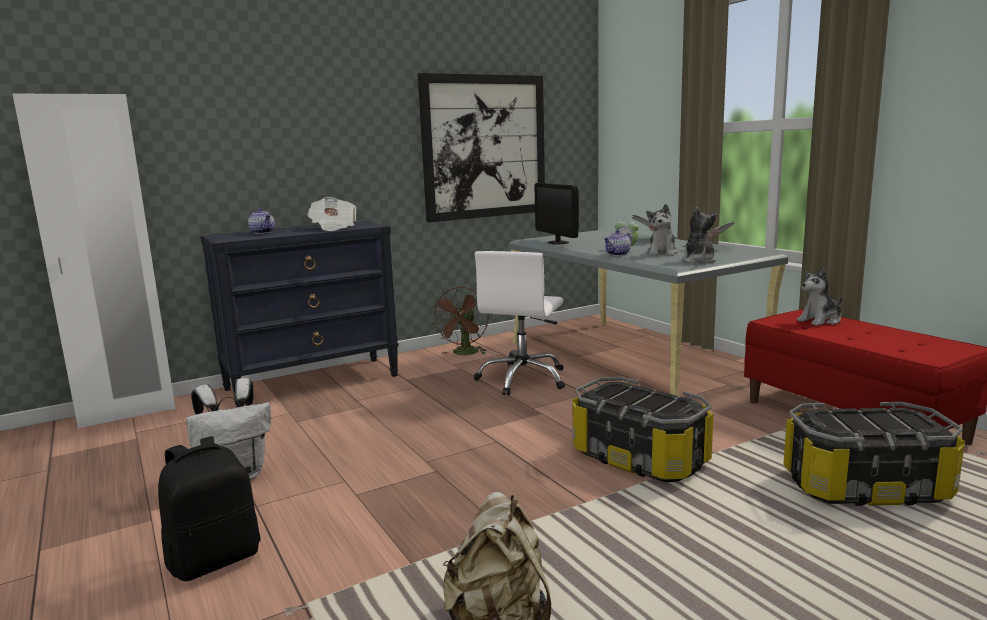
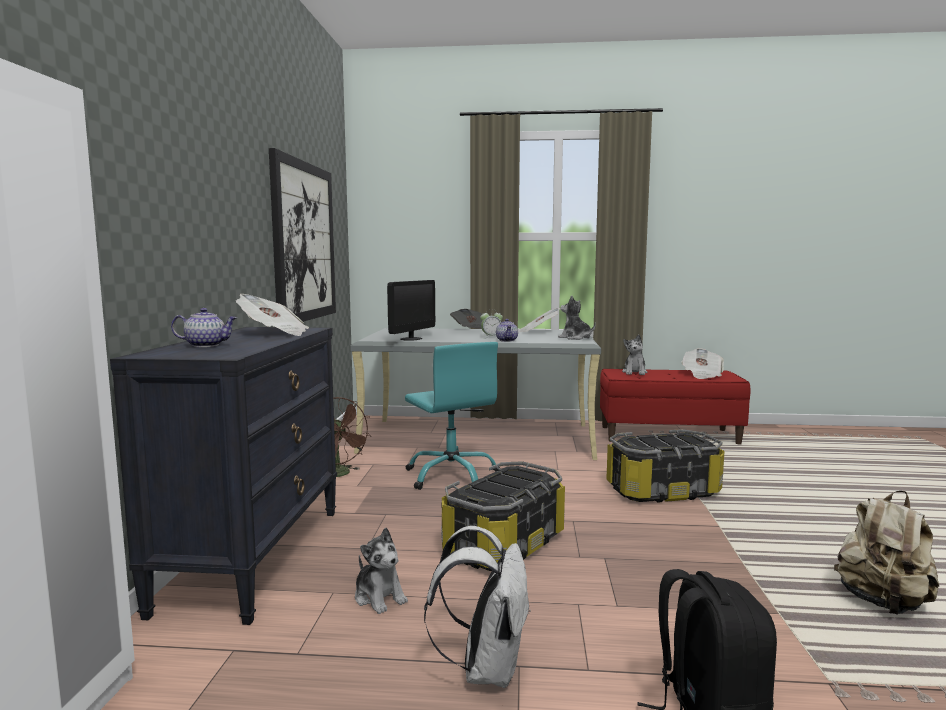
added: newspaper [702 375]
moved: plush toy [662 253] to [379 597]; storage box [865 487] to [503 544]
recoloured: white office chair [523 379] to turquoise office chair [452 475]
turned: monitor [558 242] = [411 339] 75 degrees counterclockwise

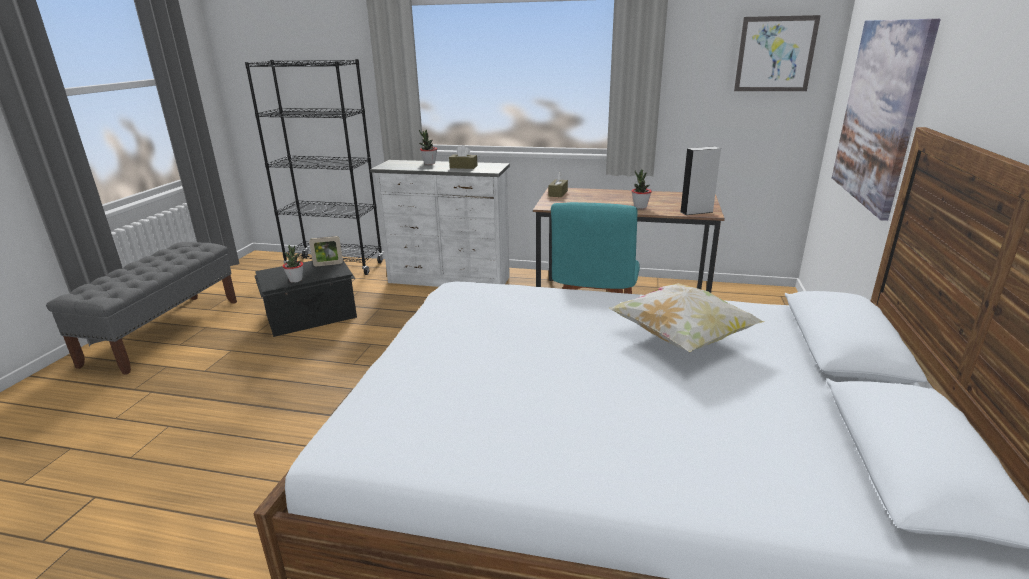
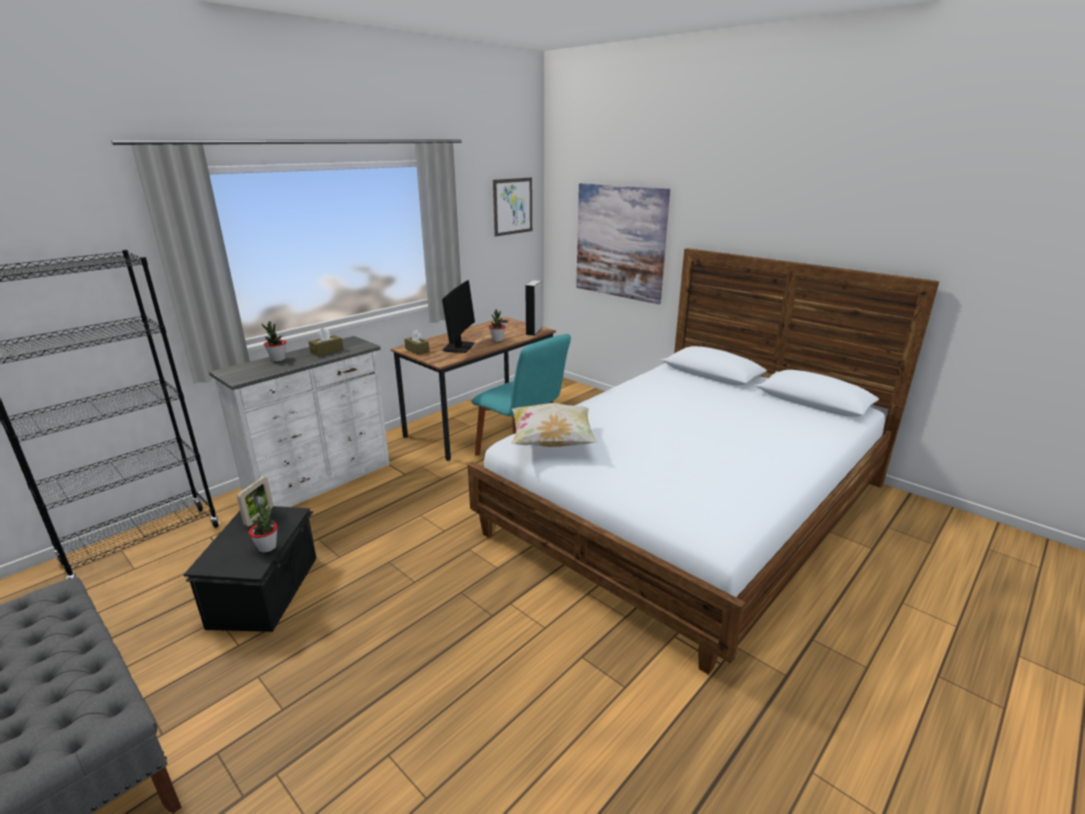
added: monitor [459 347]
moved: pillow [681 338] to [552 443]

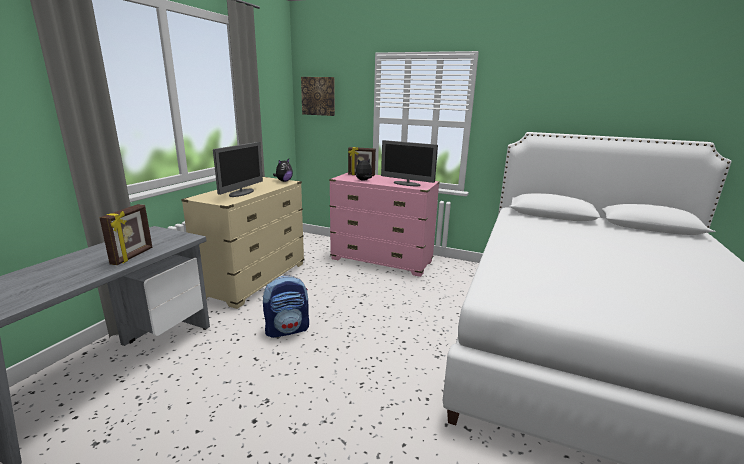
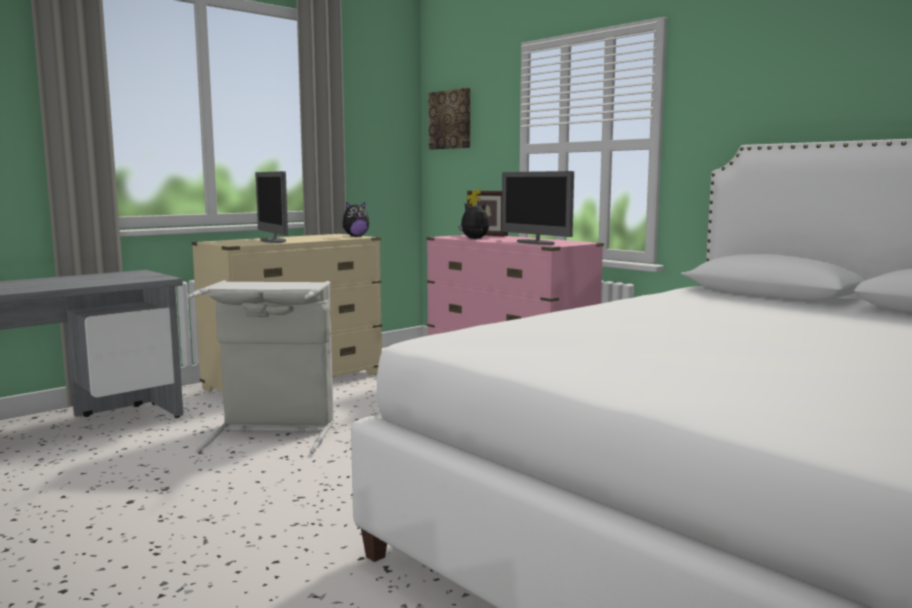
removed: picture frame [133 256]
replaced: backpack [287 329] to grey laundry basket [273 433]
turned: monitor [242 193] = [273 241] 105 degrees clockwise

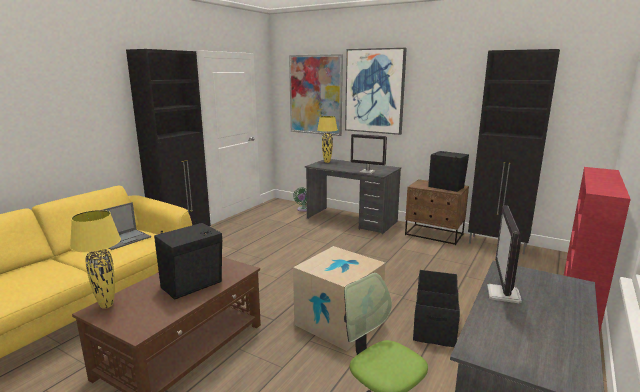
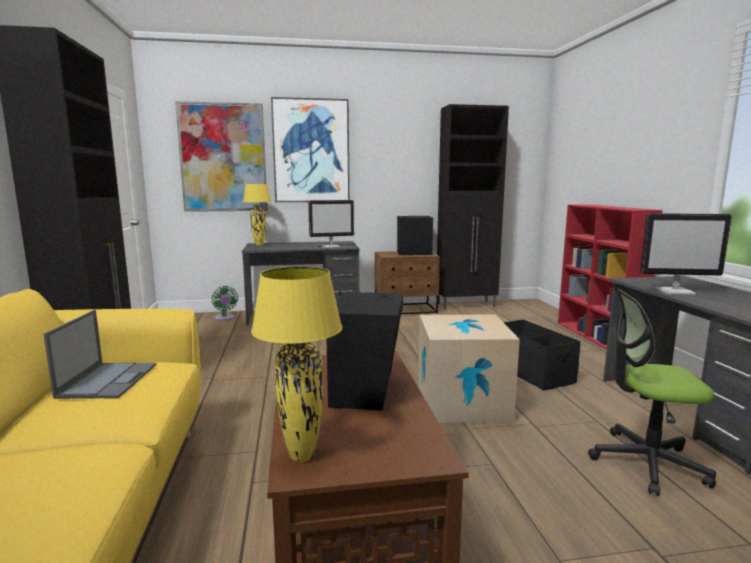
turned: monitor [503 294] = [676 292] 60 degrees counterclockwise

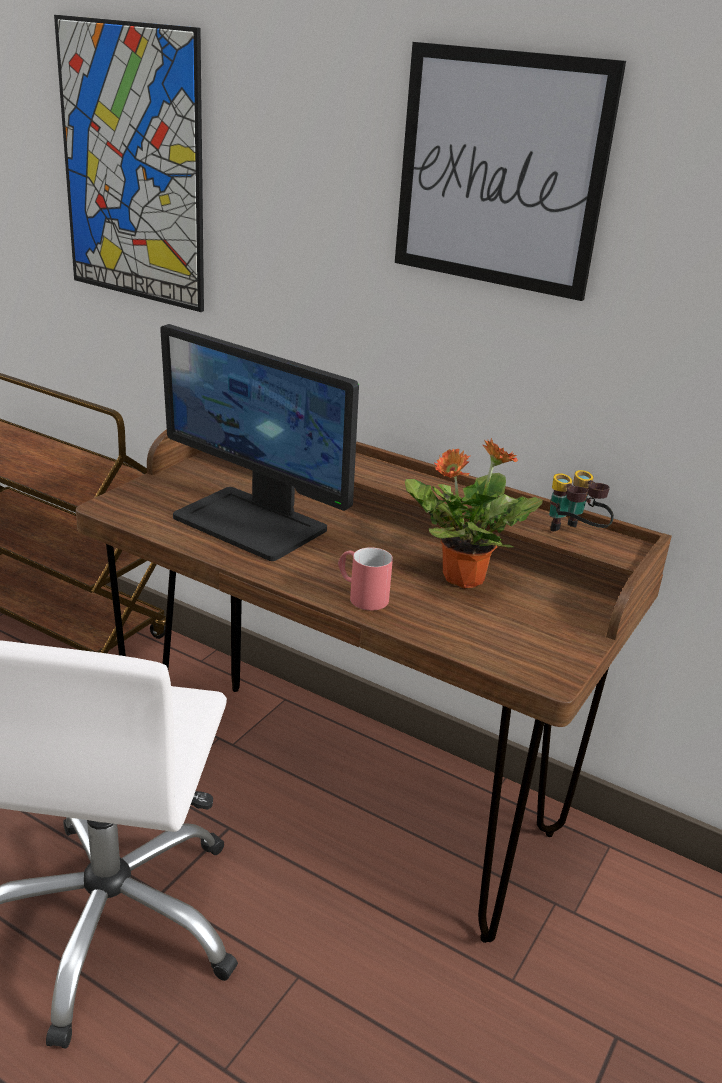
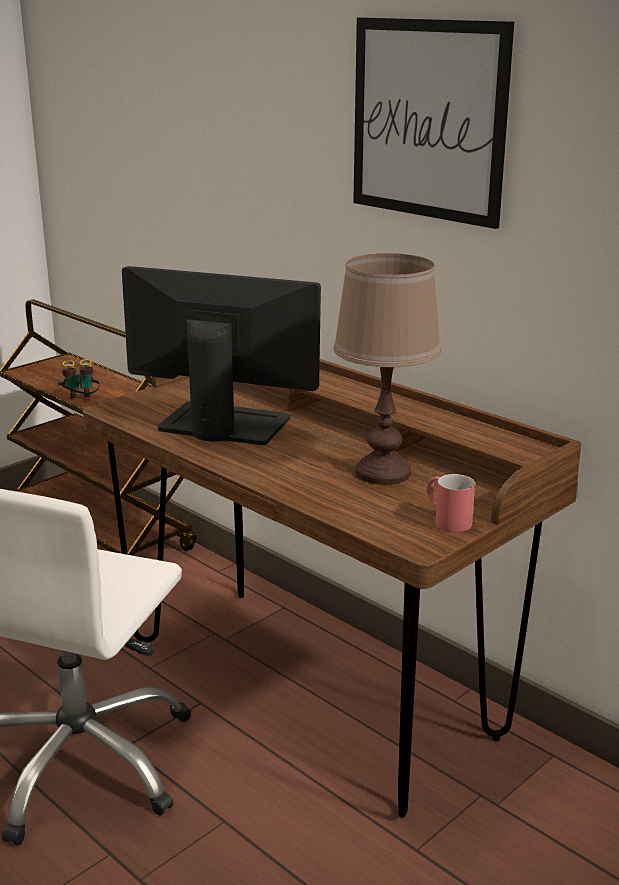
removed: picture [132 166]
moved: red mug [361 596] to [446 520]; binoculars [573 536] to [80 402]
replaced: potted plant [461 577] to brown table lamp [383 472]
turned: monitor [253 523] = [222 425] 150 degrees clockwise

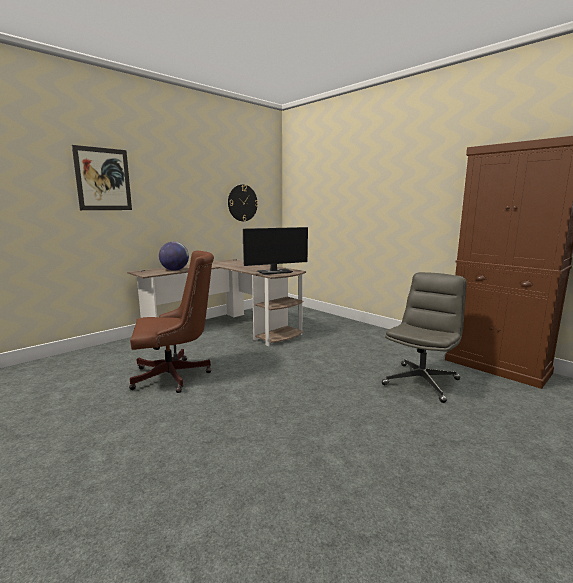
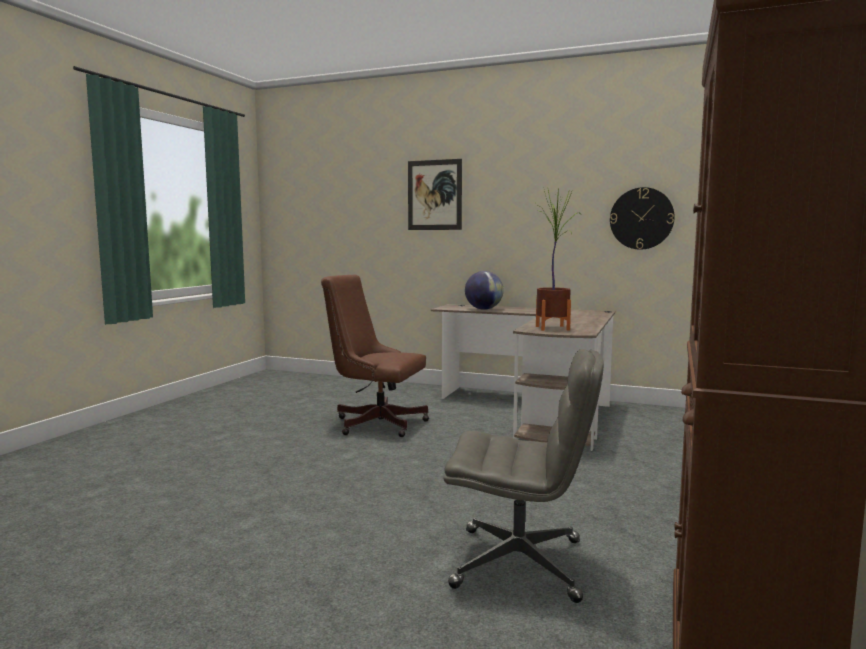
replaced: monitor [275 272] to potted plant [552 328]
turned: brown office chair [176 376] = [374 423] 150 degrees clockwise

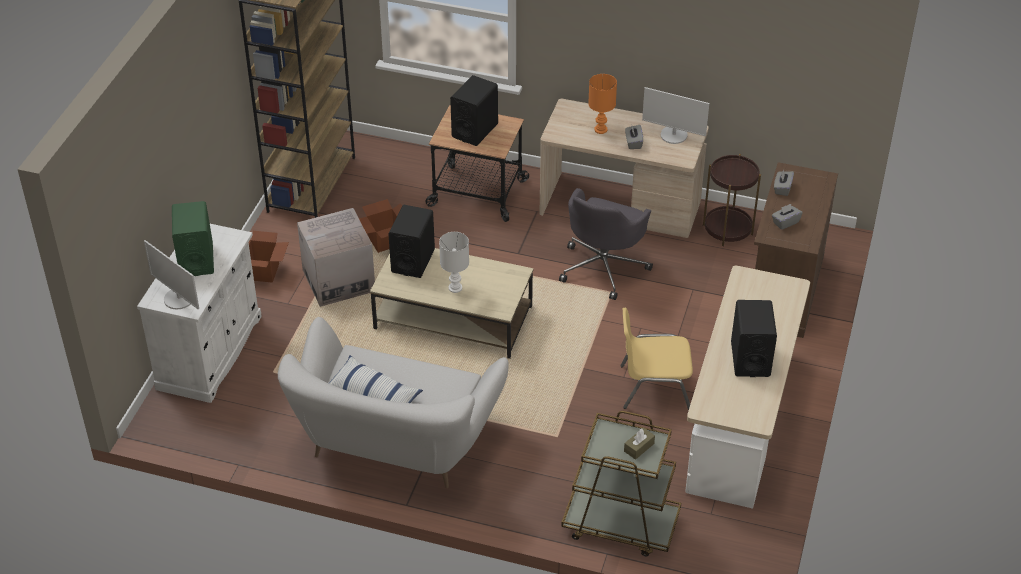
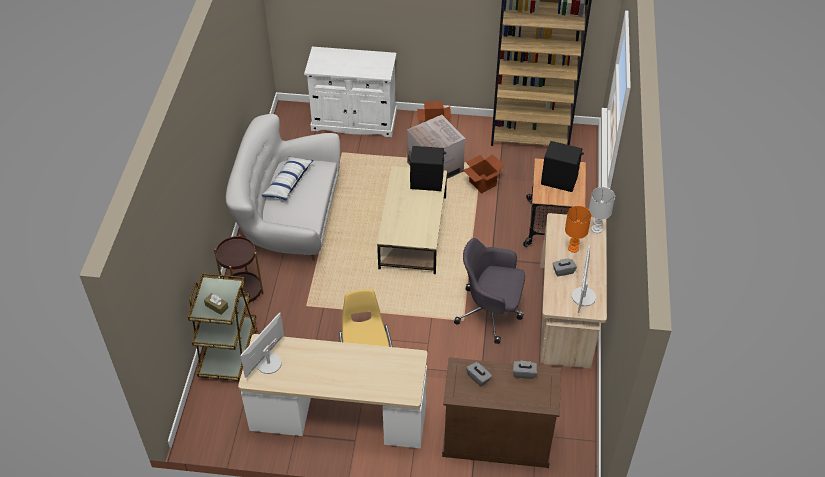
removed: green speaker [196 260]; black speaker [750 359]
moved: monitor [179 299] to [268 363]; white table lamp [455 287] to [596 229]; brown side table [727 229] to [243 291]

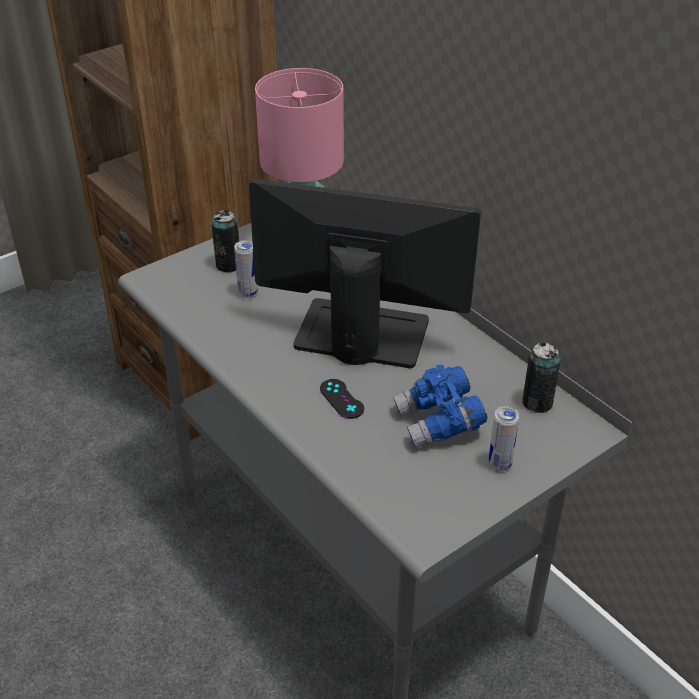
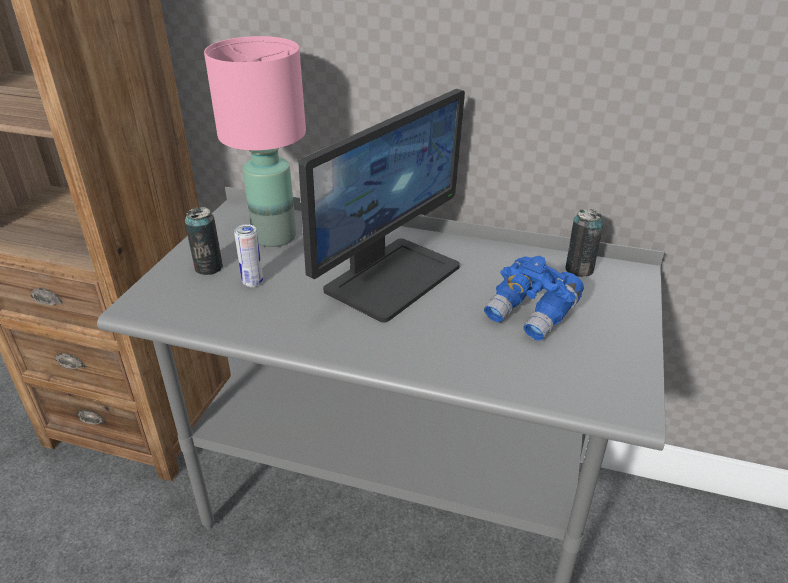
removed: black game controller [341 399]; can [500 464]
turned: monitor [360 335] = [391 277] 150 degrees clockwise

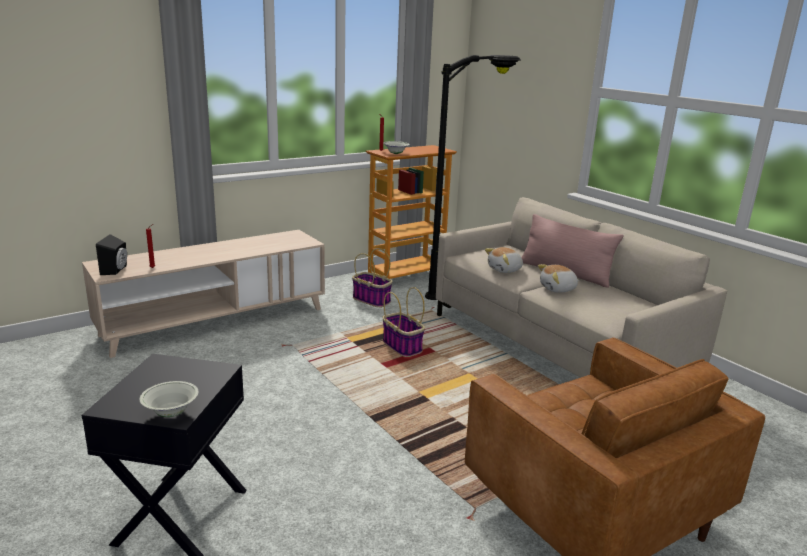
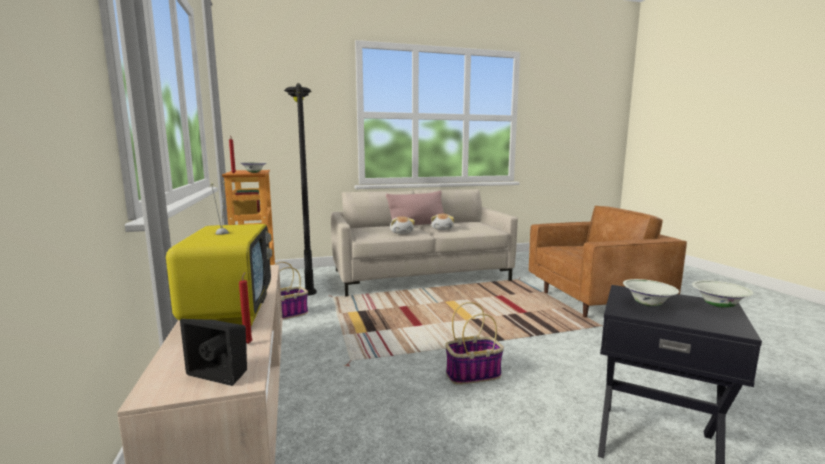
added: television [230 313]; white bowl [647 304]
moved: basket [402 347] to [473 374]

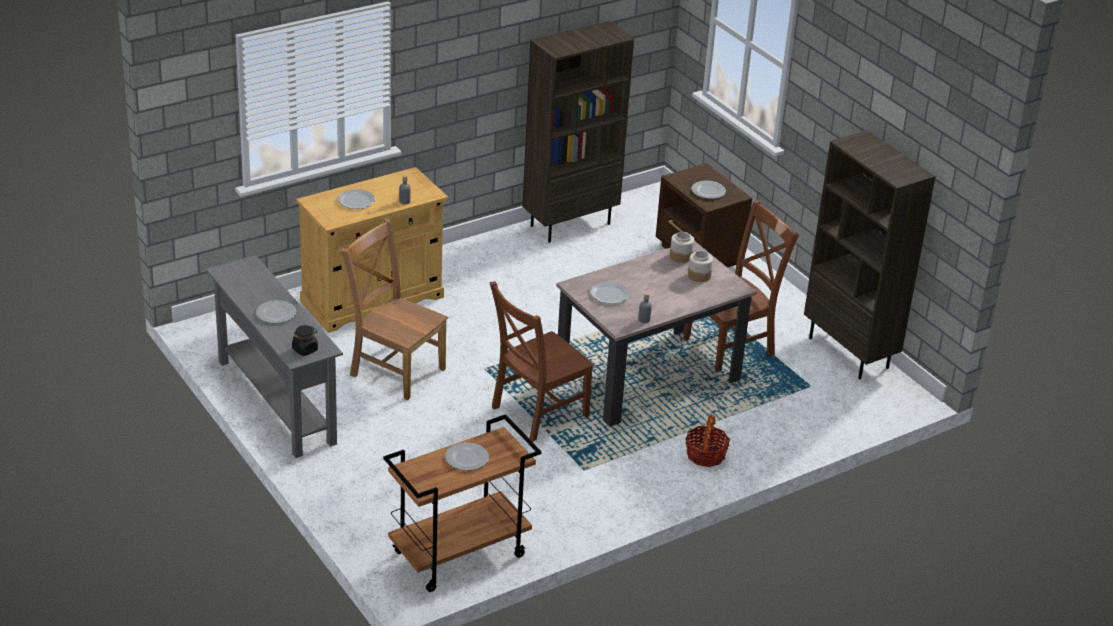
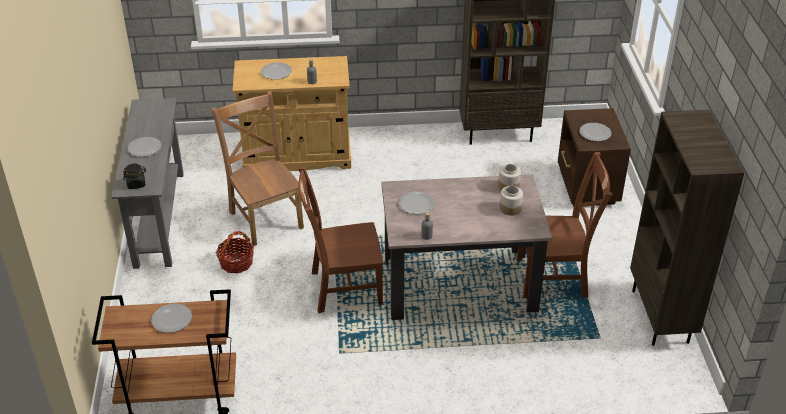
moved: basket [705 455] to [236 263]

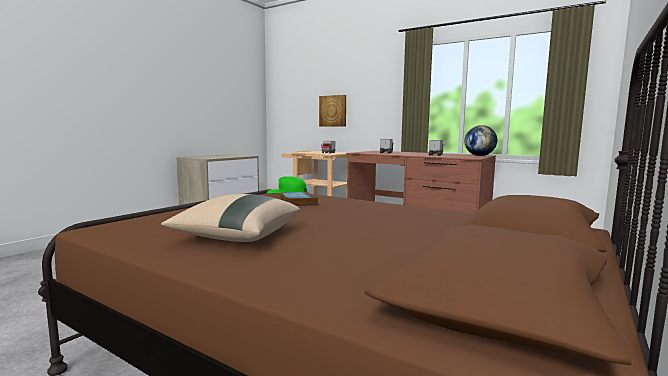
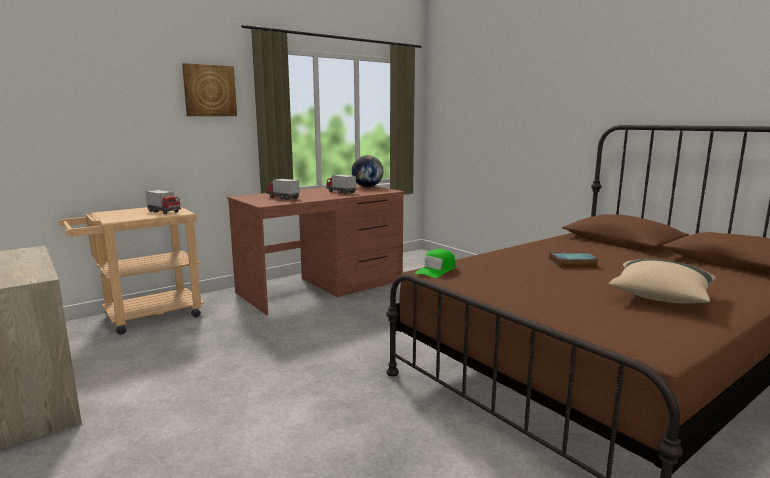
moved: book [297 202] to [572 263]; picture [333 111] to [209 91]

